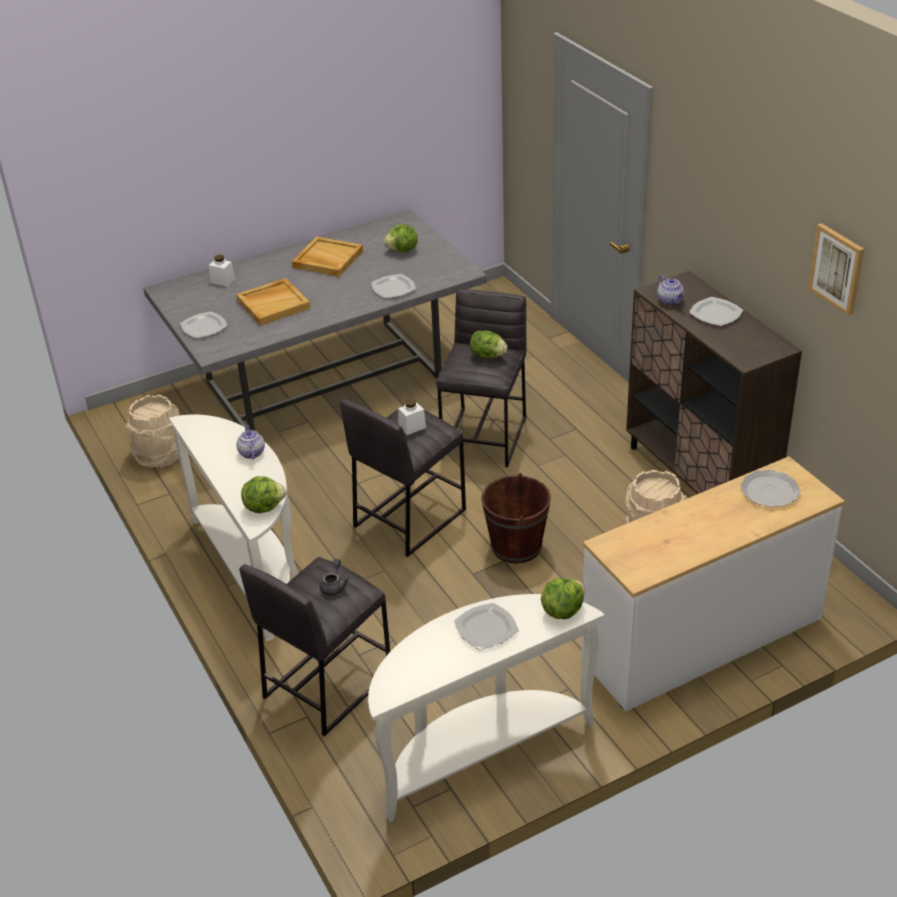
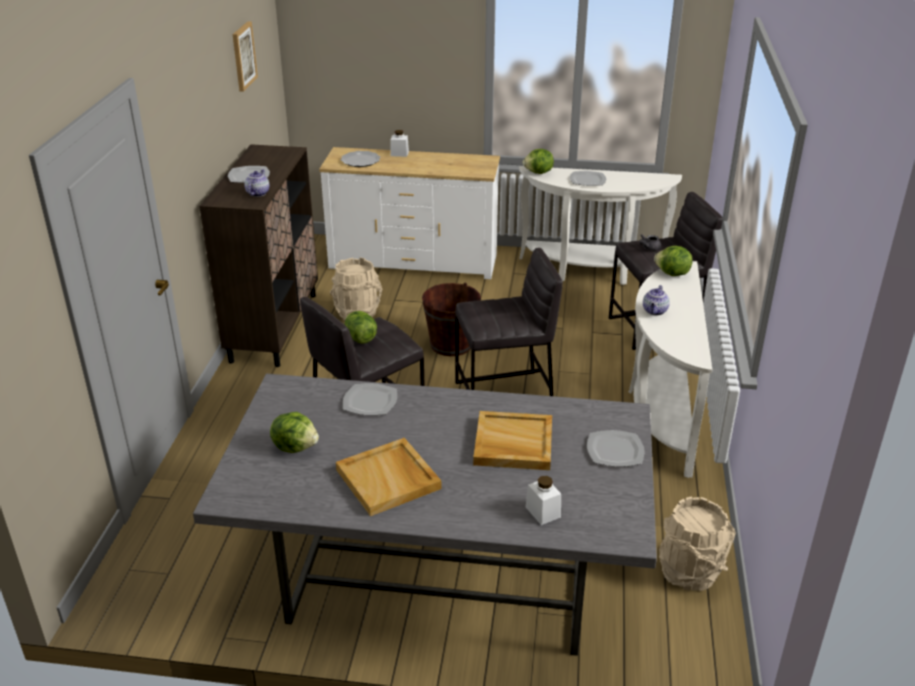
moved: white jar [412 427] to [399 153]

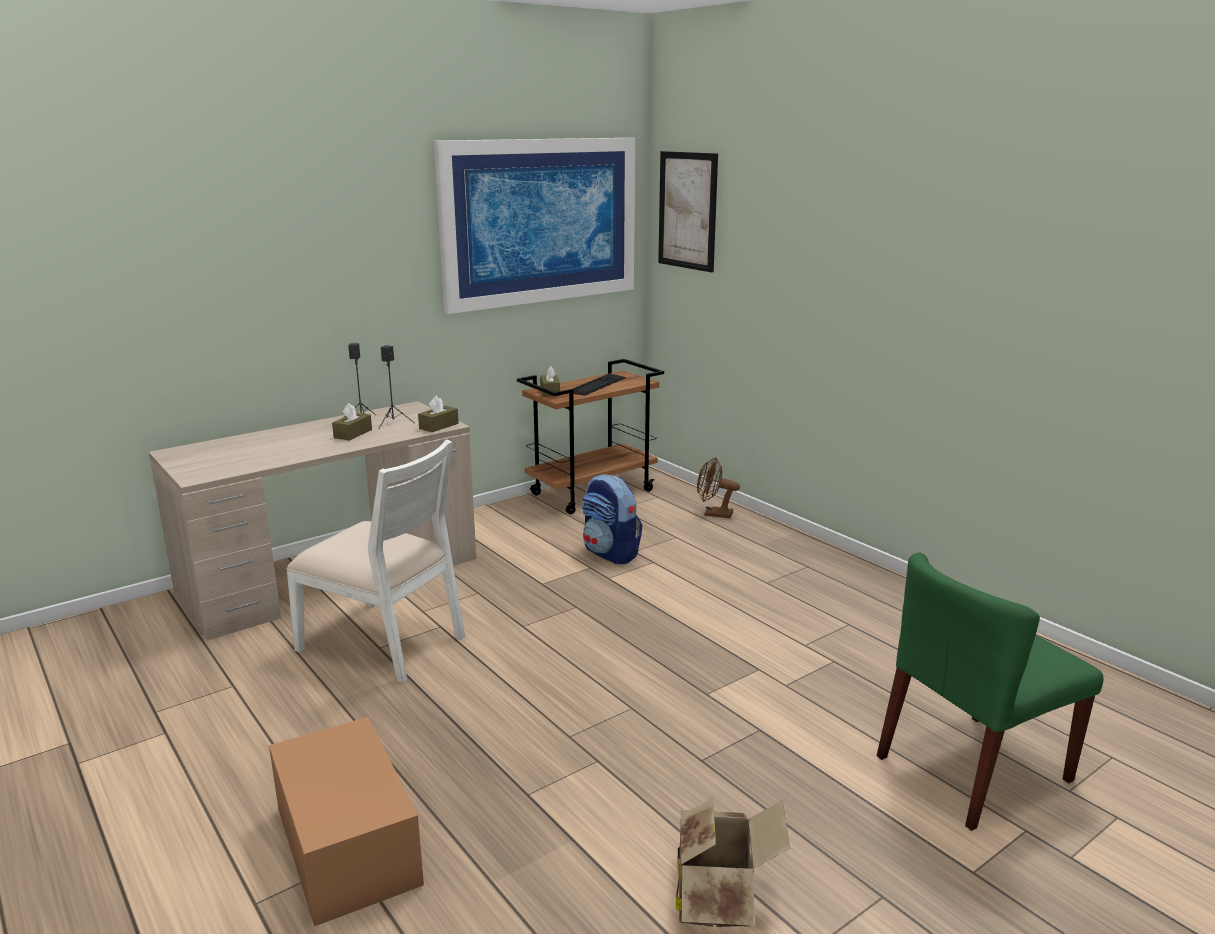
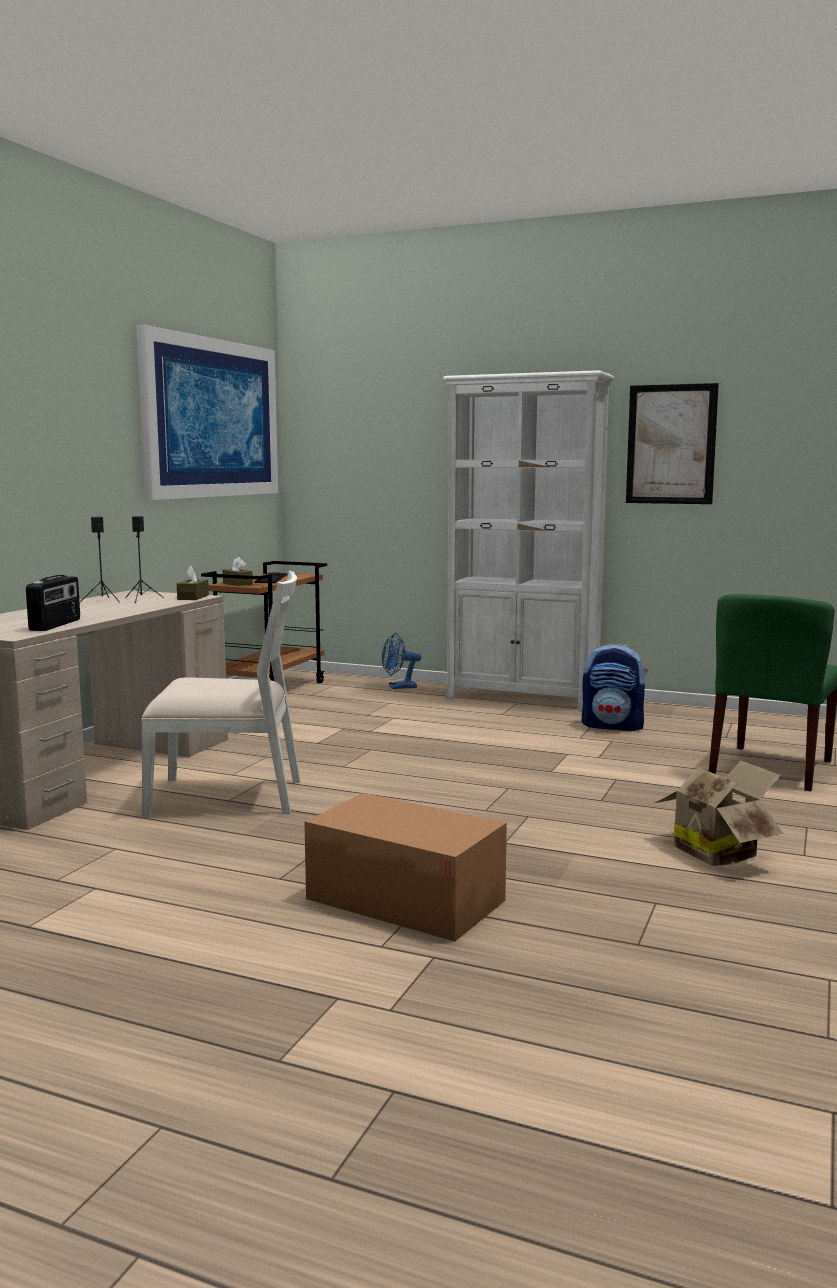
removed: brown tissue box [353 434]
added: radio [56 625]; white bookcase [523 698]
moved: backpack [611 553] to [613 726]; picture [687 211] to [671 444]
recoloured: brown fan [713 514] to blue fan [398 687]

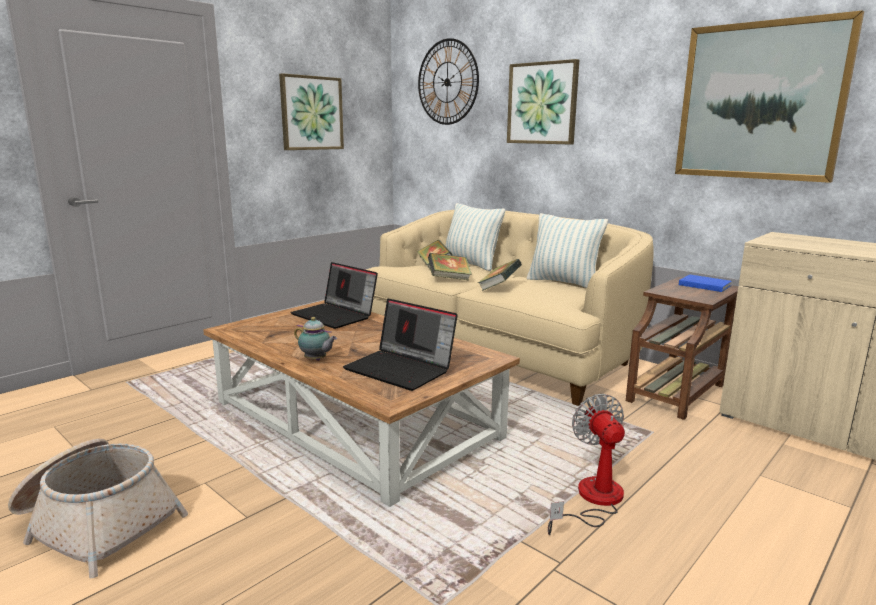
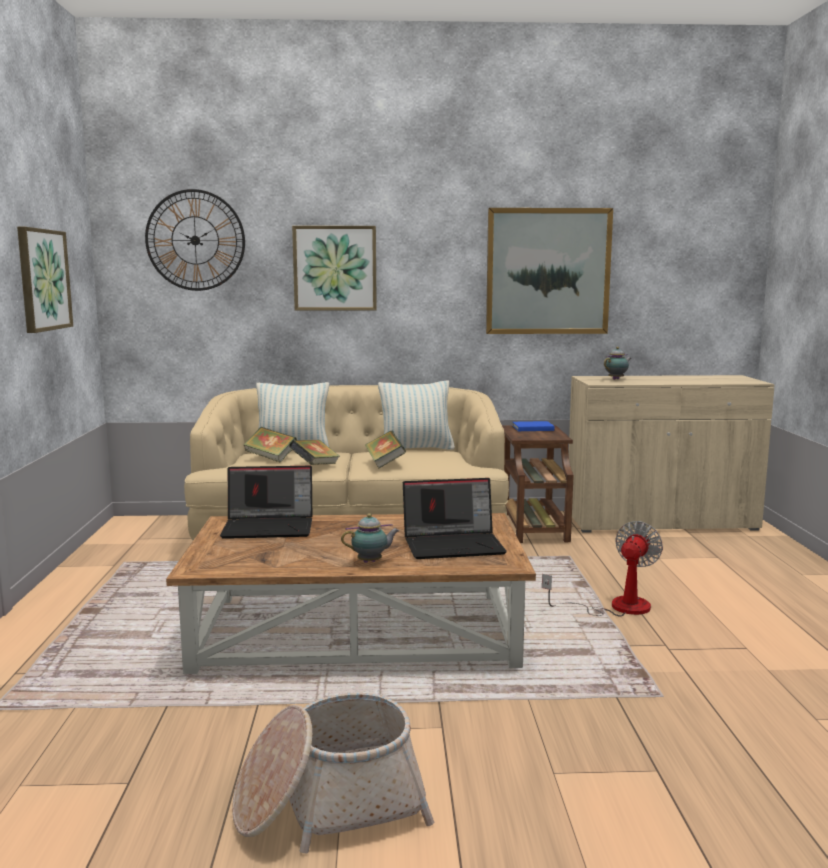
added: teapot [617 379]
turned: fan [592 500] = [616 607] 90 degrees clockwise

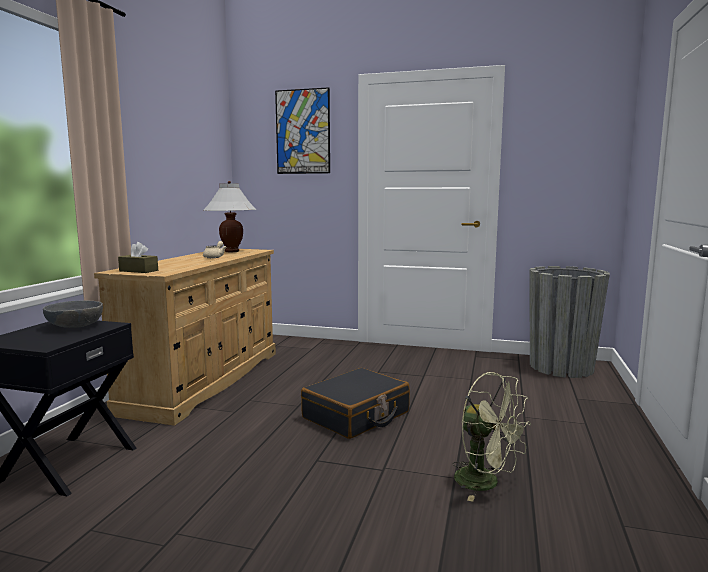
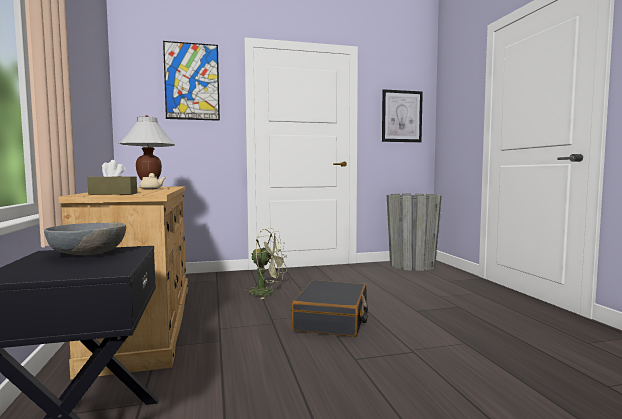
added: picture [401 116]
moved: green fan [486 483] to [267 292]

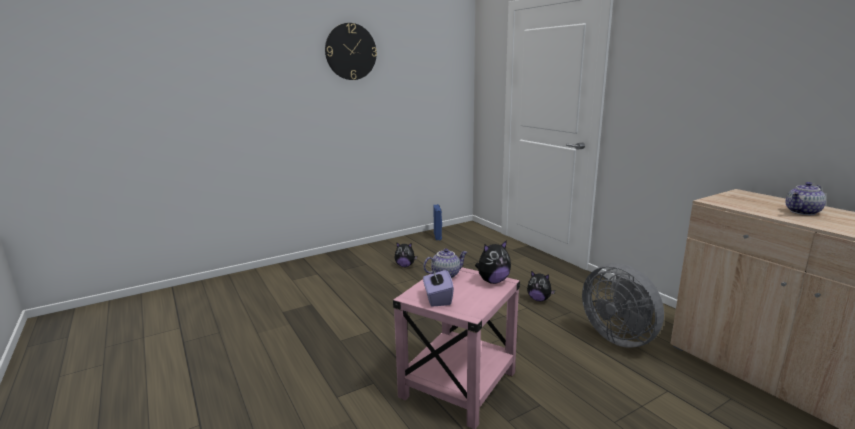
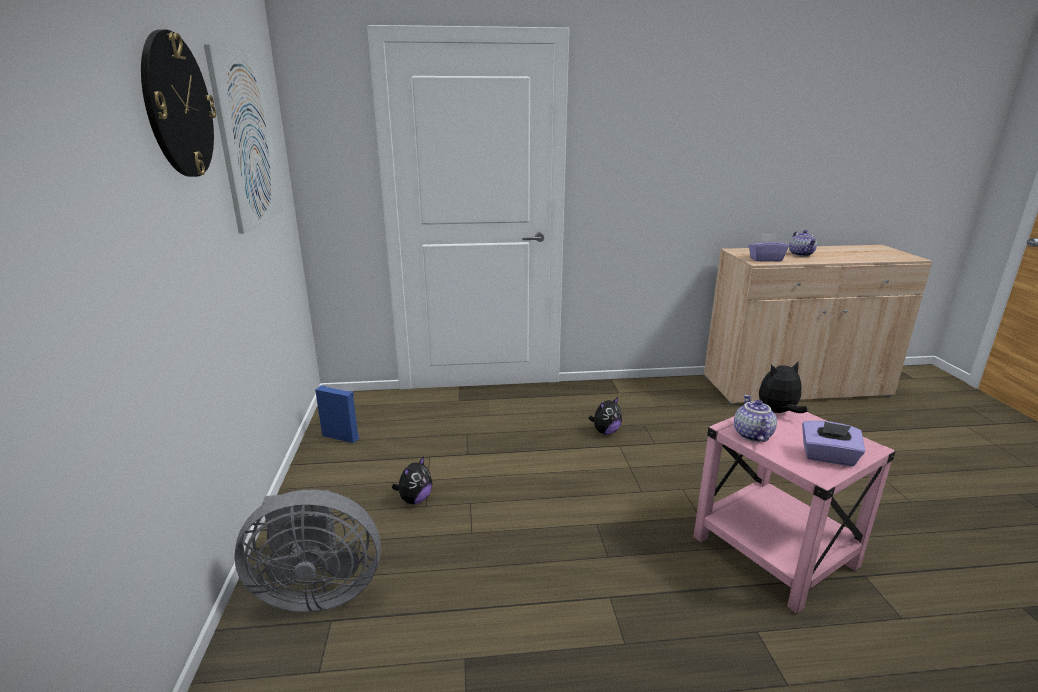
added: picture [247 140]; purple tissue box [765 259]
moved: grey fan [620 337] to [316 591]
turned: plush toy [492 281] = [778 412] 105 degrees counterclockwise

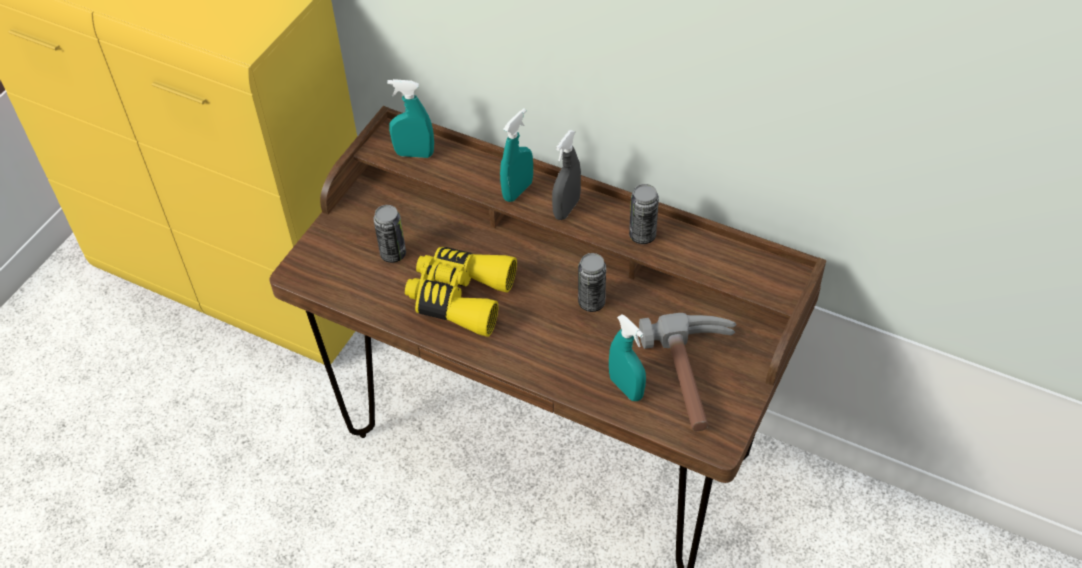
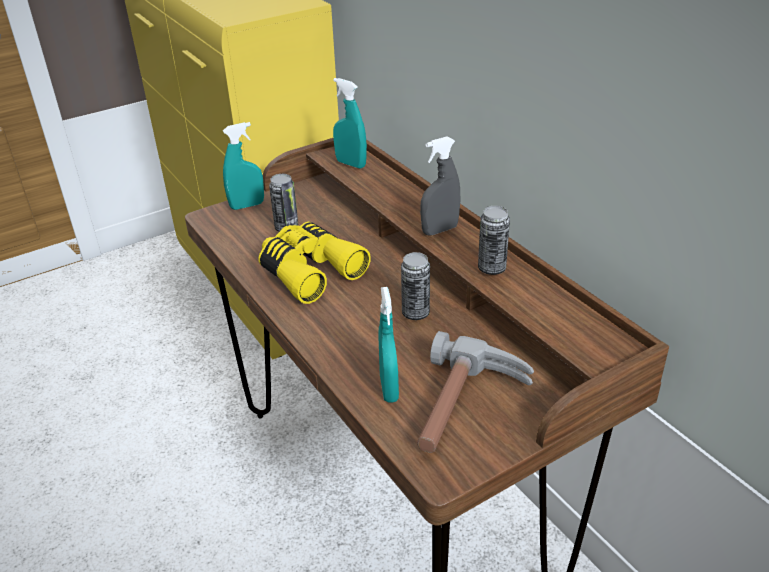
moved: turquoise spray bottle [517 191] to [247 205]

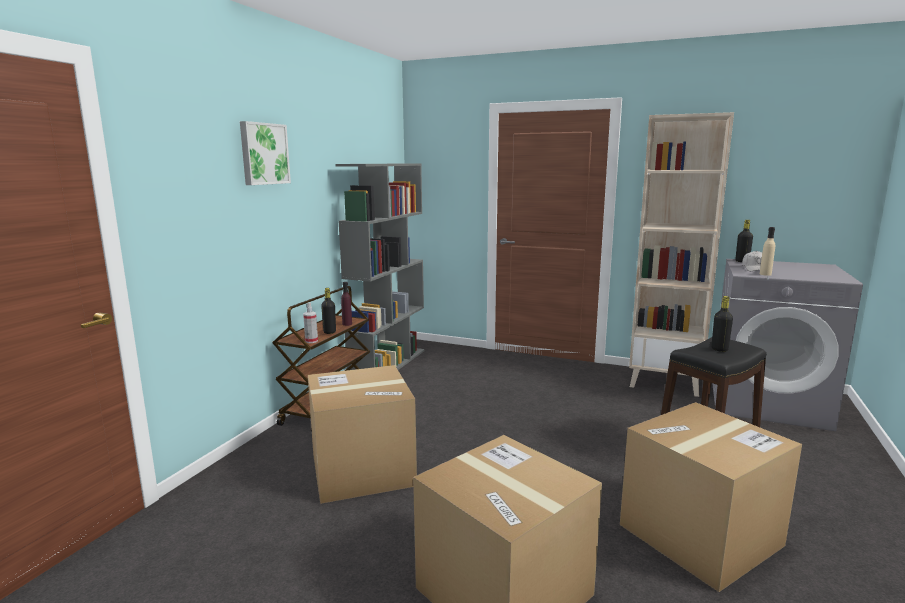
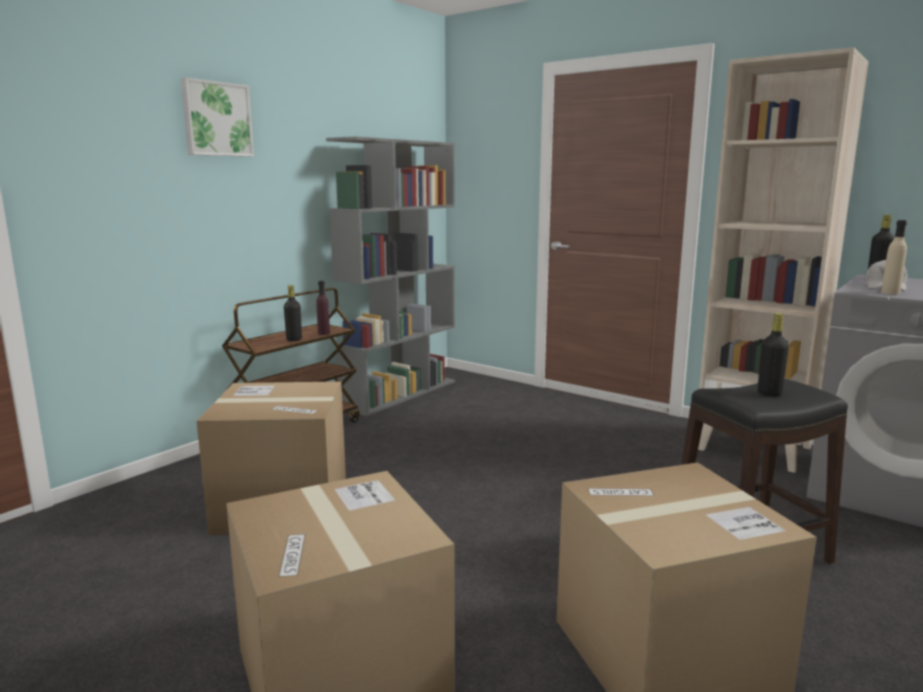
removed: spray bottle [311 341]

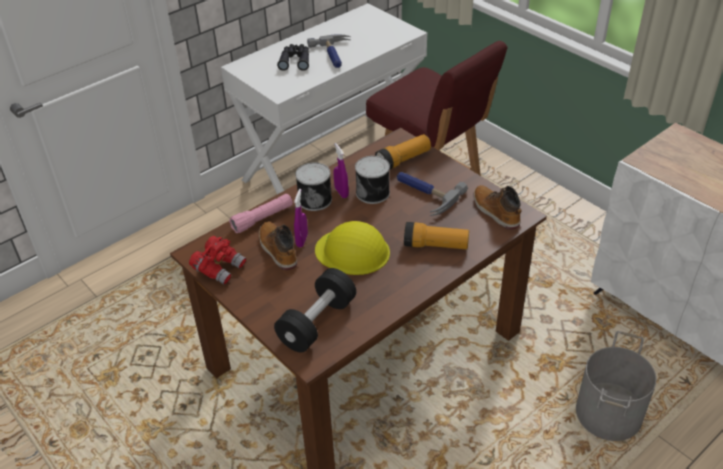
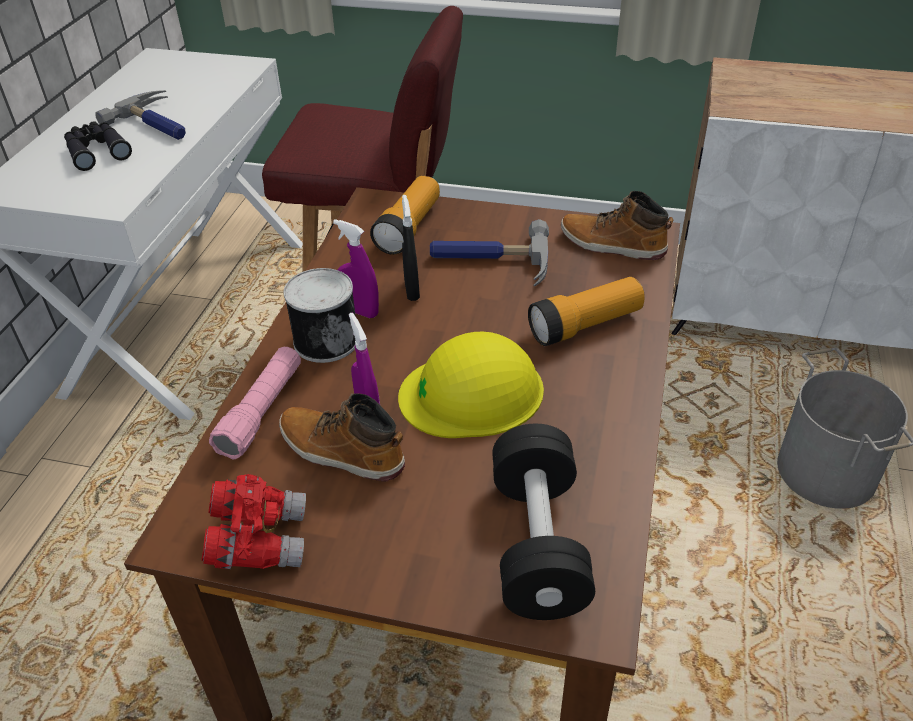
replaced: can [373 192] to black spray bottle [412 290]

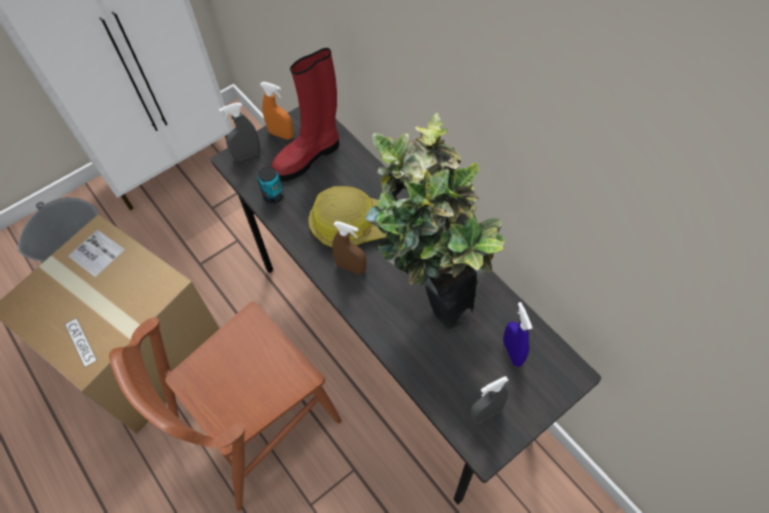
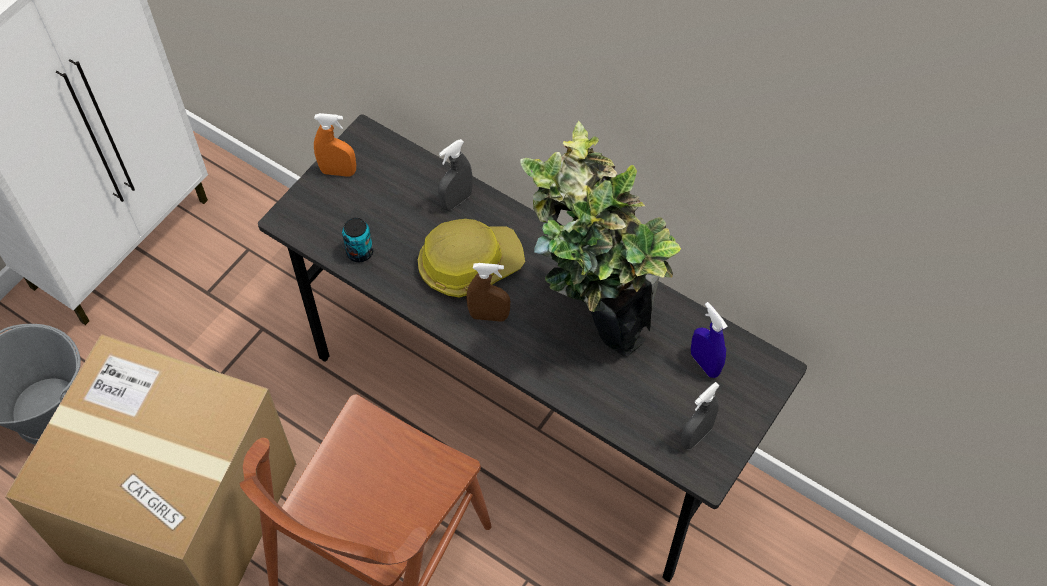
removed: red boot [309 156]
moved: grey spray bottle [247 155] to [456 200]

